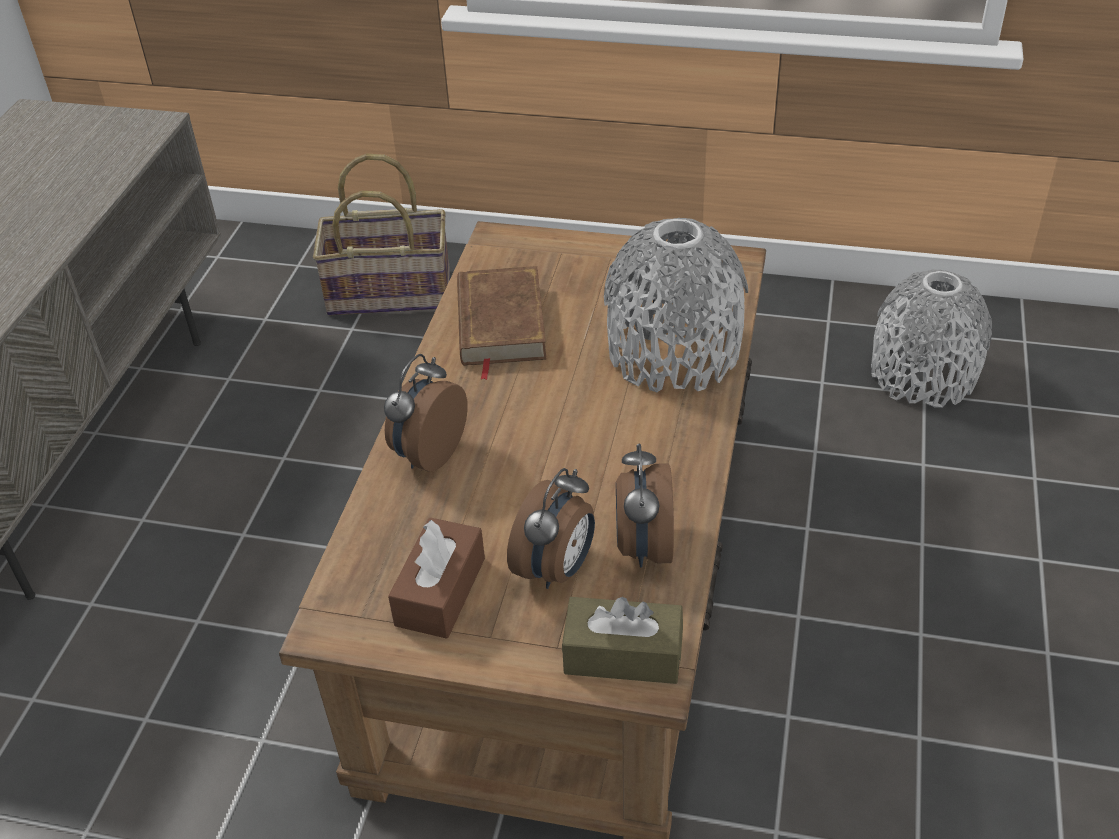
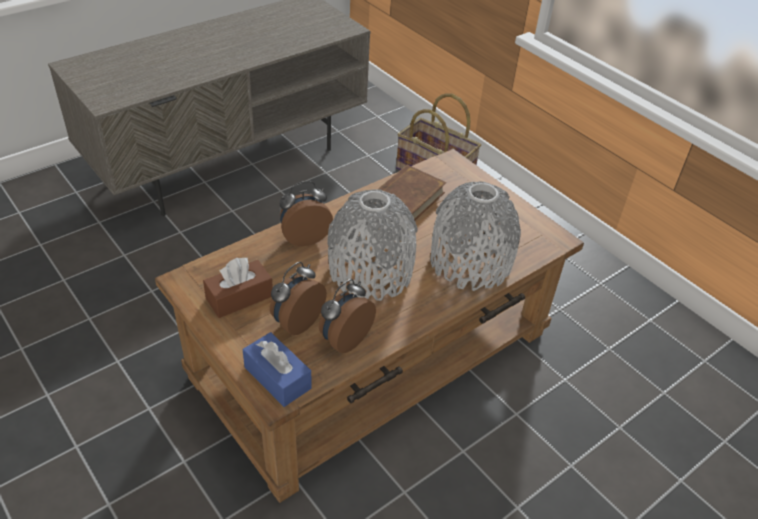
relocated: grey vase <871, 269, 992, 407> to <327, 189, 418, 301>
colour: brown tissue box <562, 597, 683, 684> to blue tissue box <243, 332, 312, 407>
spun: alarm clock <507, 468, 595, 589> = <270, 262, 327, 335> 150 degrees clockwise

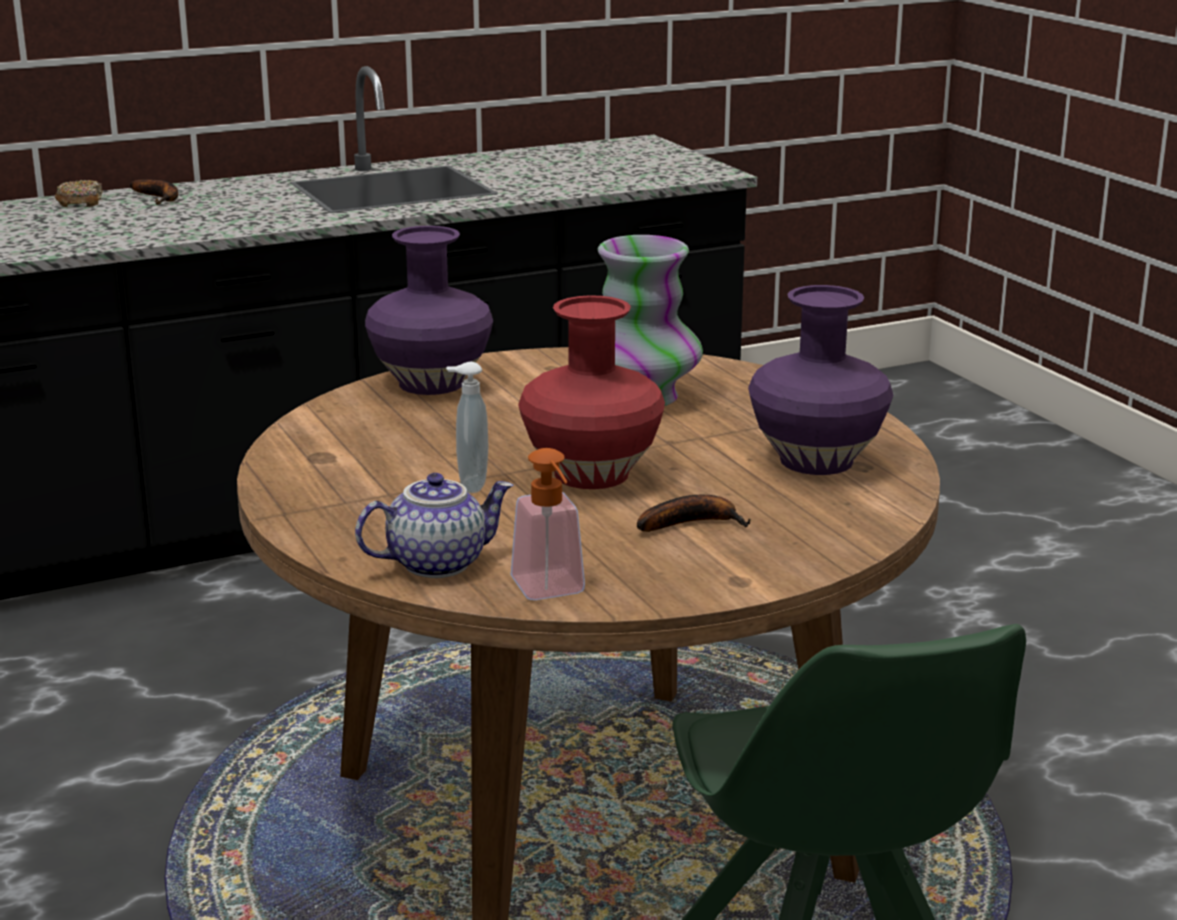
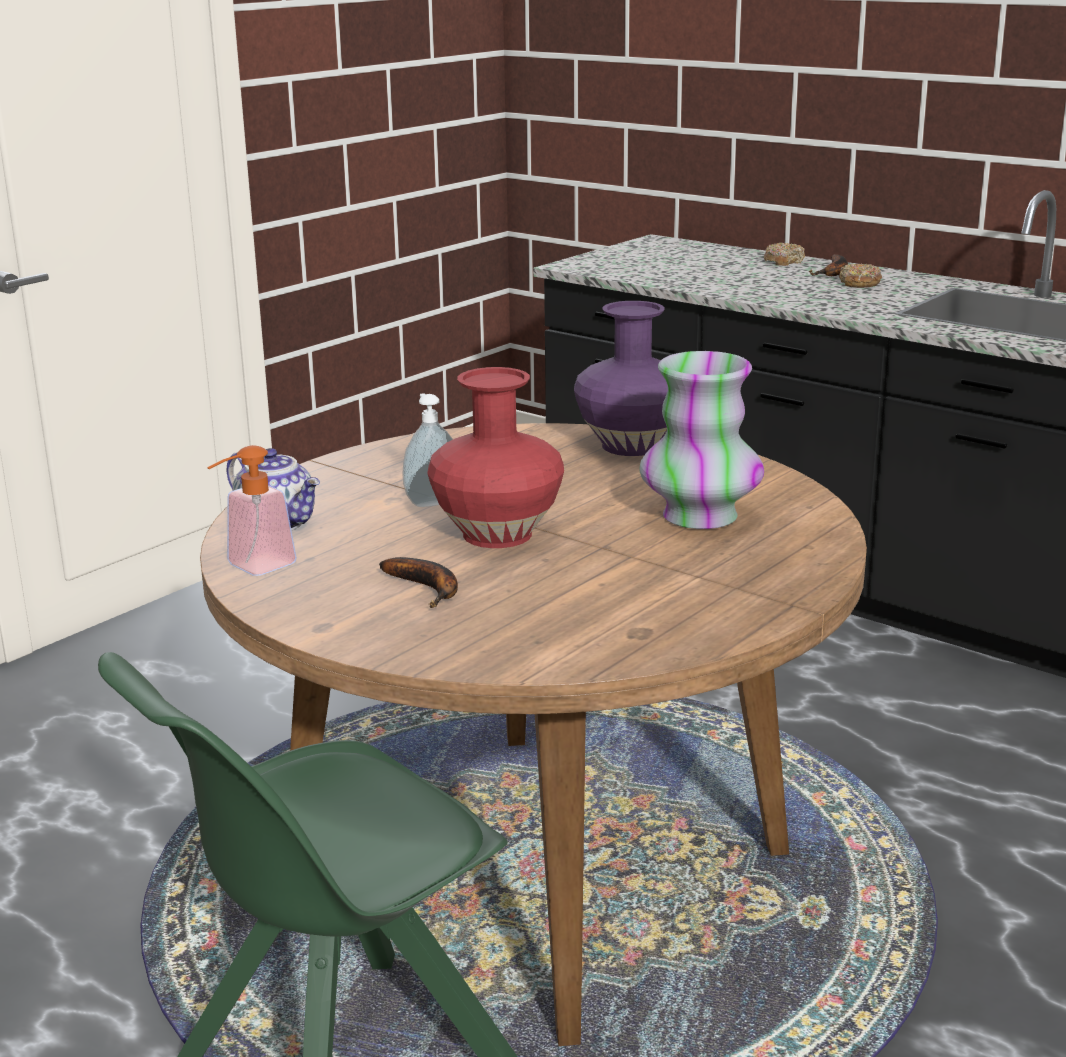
missing: purple vase <748, 285, 893, 475>
appeared: donut <839, 264, 882, 288>

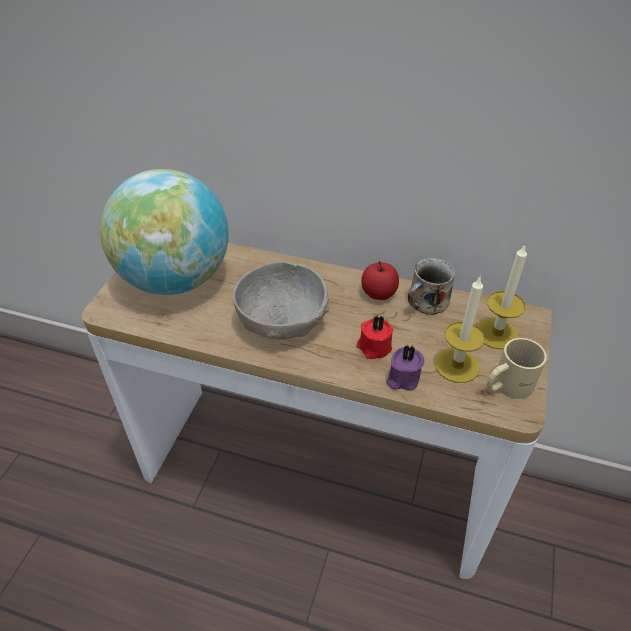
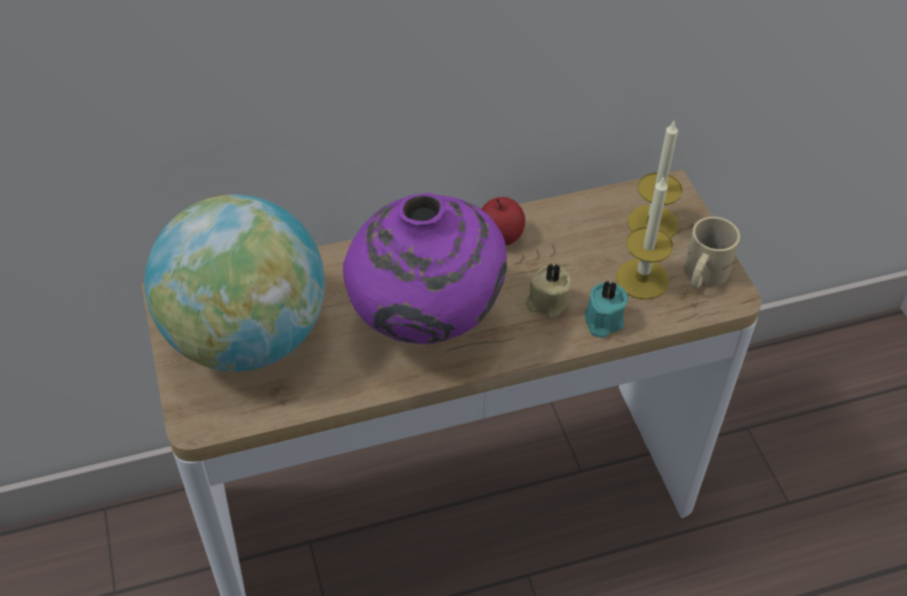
missing: mug <408, 258, 455, 315>
exchanged: grey bowl <233, 261, 329, 339> to purple vase <343, 193, 507, 344>
colour: red candle <357, 316, 393, 359> to beige candle <526, 264, 571, 318>; purple candle <386, 345, 424, 391> to turquoise candle <584, 280, 628, 338>

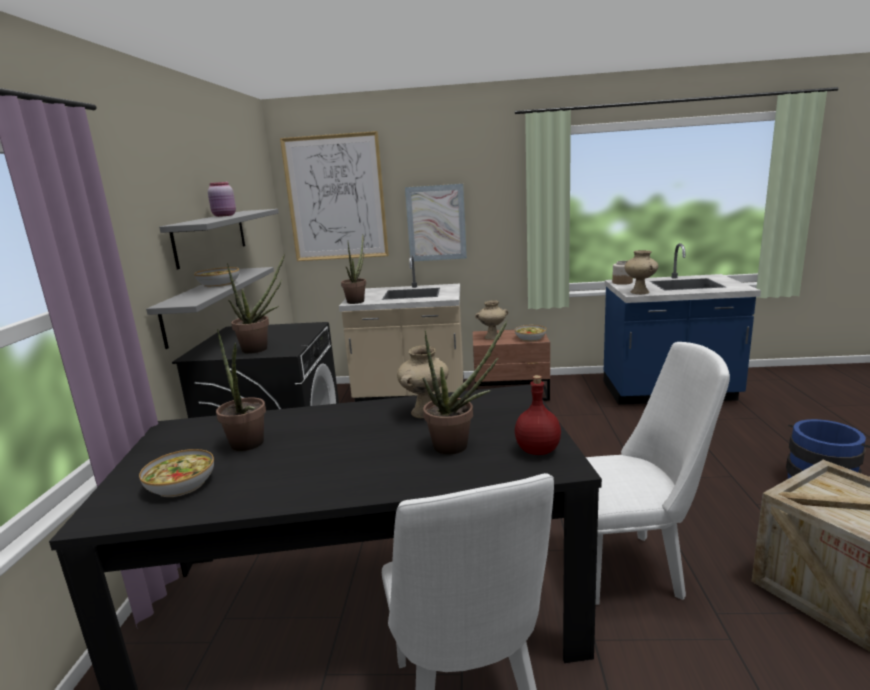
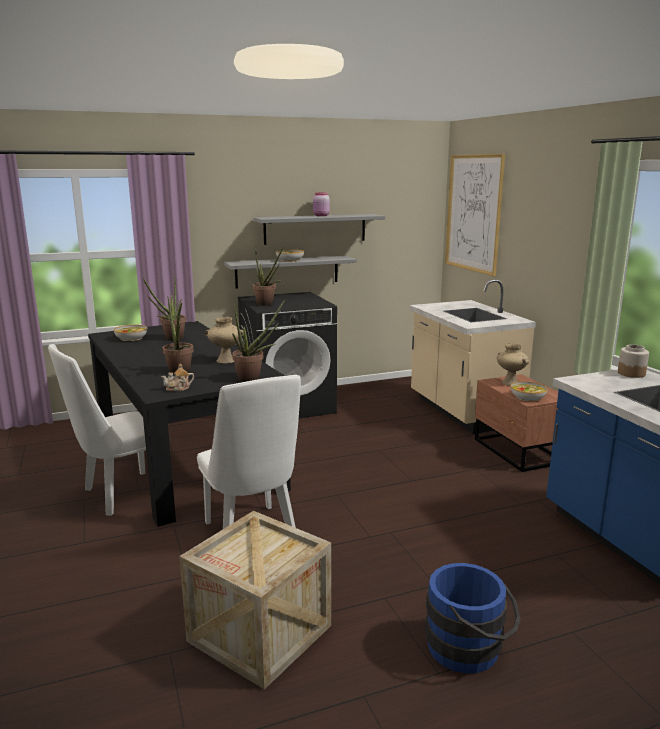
missing: picture <405, 184, 467, 261>; beige vase <624, 250, 658, 294>
relocated: potted plant <341, 235, 366, 304> to <232, 300, 285, 382>
exchanged: red bottle <515, 375, 561, 455> to teapot <161, 364, 194, 391>

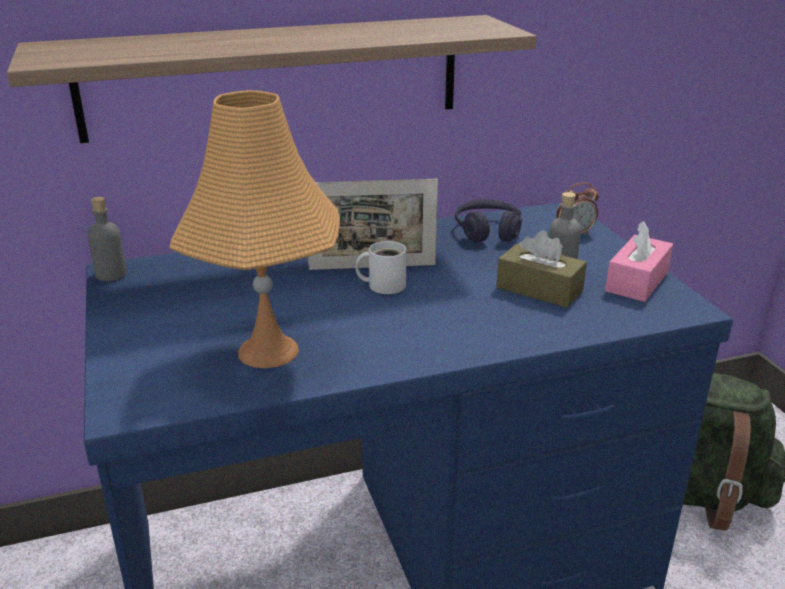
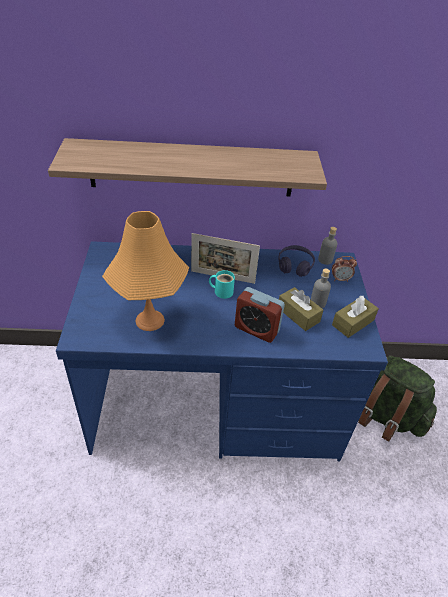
appeared: alarm clock <235, 287, 285, 343>
relocated: grey bottle <87, 197, 127, 281> to <318, 227, 337, 265>
colour: white mug <355, 241, 406, 294> to turquoise mug <209, 270, 235, 299>; pink tissue box <605, 221, 673, 302> to brown tissue box <332, 296, 379, 338>

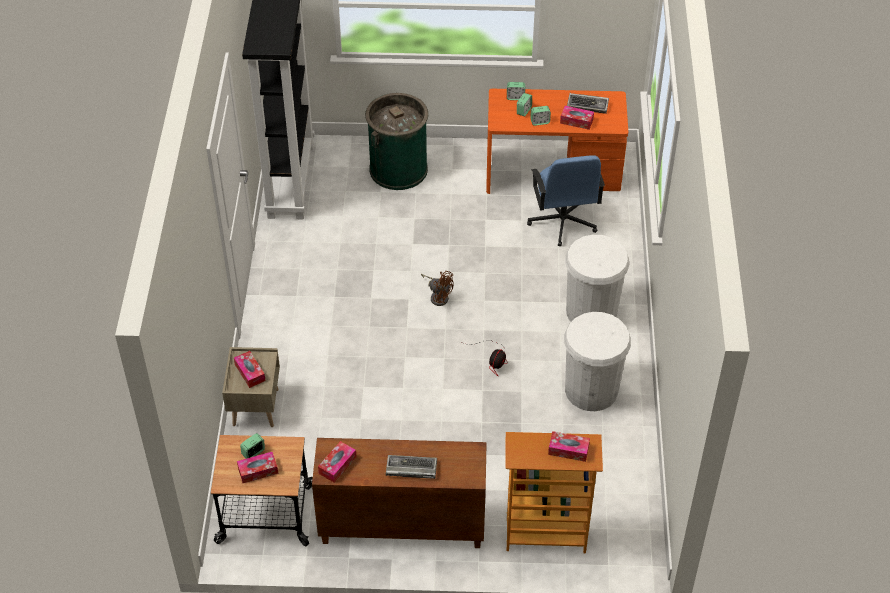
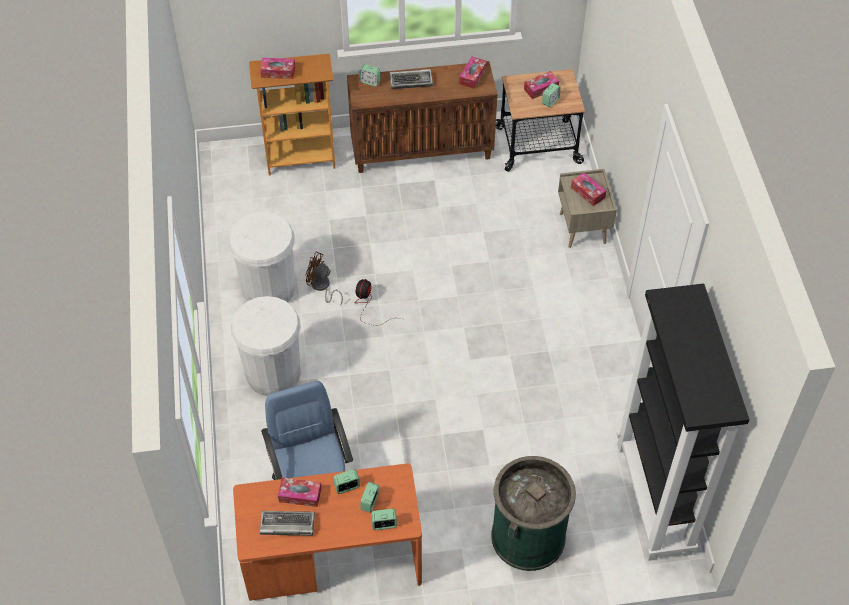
appeared: alarm clock <360, 64, 381, 86>
relocated: brown fan <421, 271, 454, 306> to <306, 252, 343, 305>

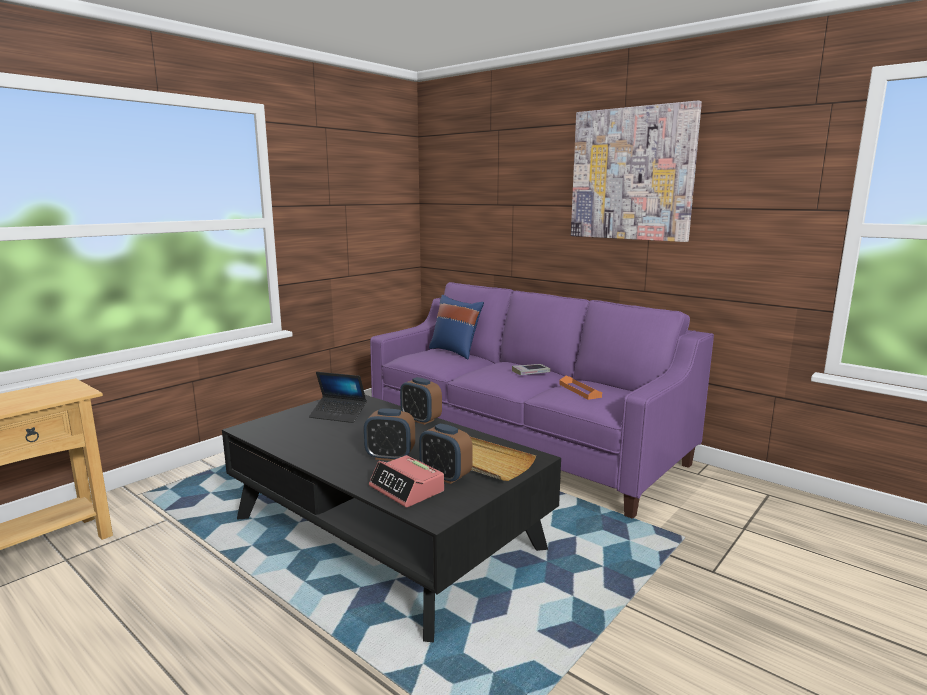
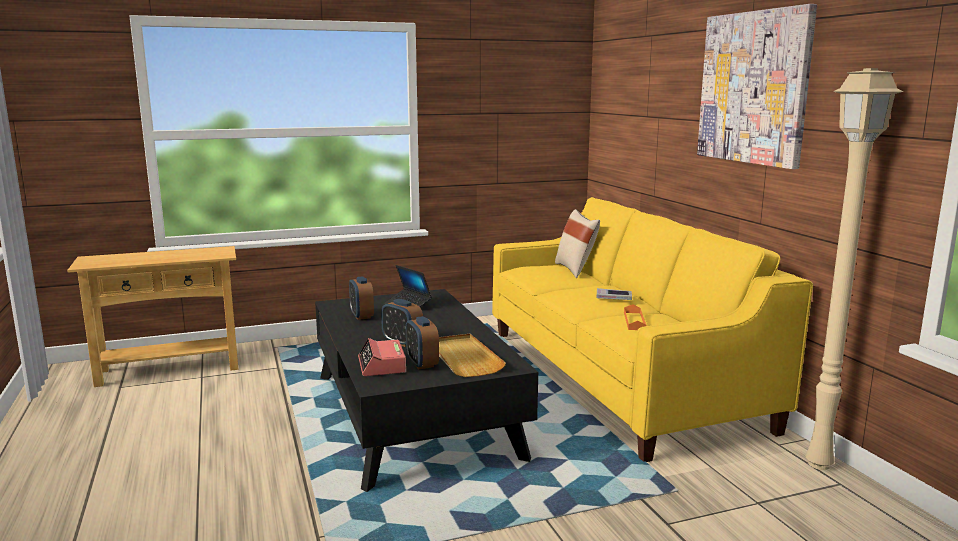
appeared: beige floor lamp <806, 68, 903, 470>
relocated: alarm clock <400, 377, 442, 425> to <349, 276, 374, 320>
colour: purple sofa <370, 282, 714, 519> to yellow sofa <492, 197, 813, 462>; blue pillow <429, 295, 484, 359> to beige pillow <555, 209, 600, 278>

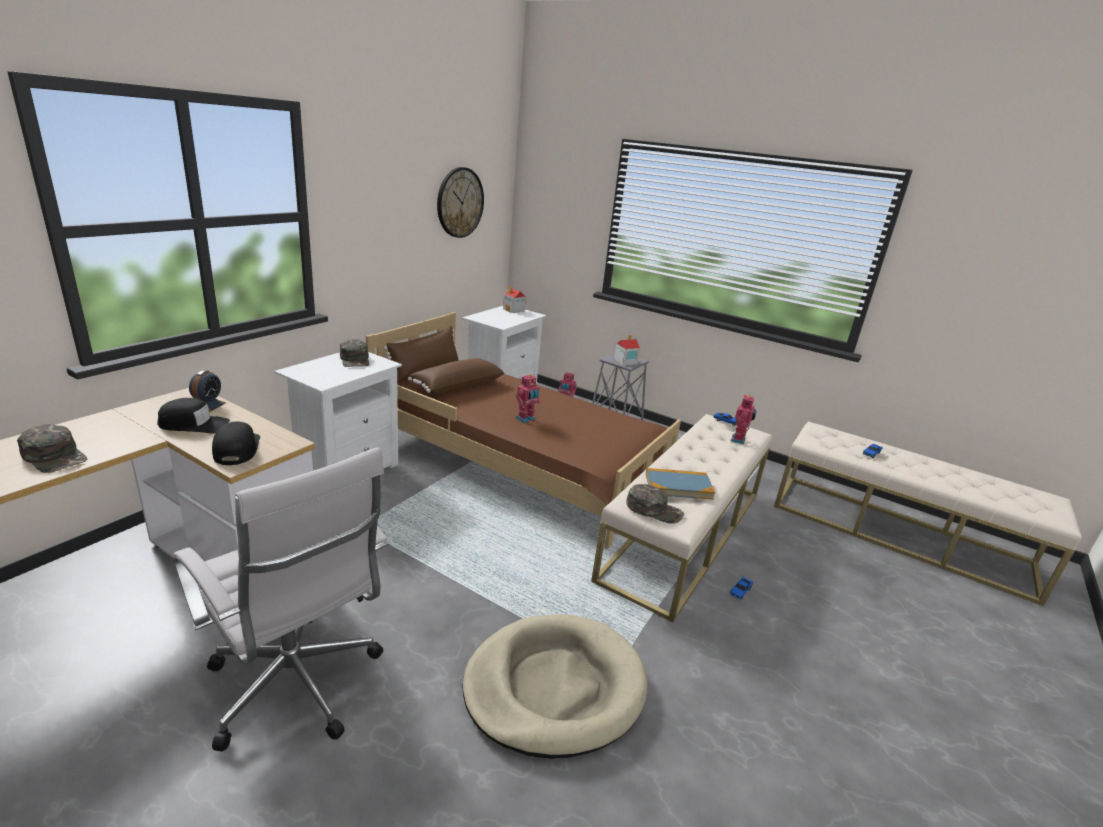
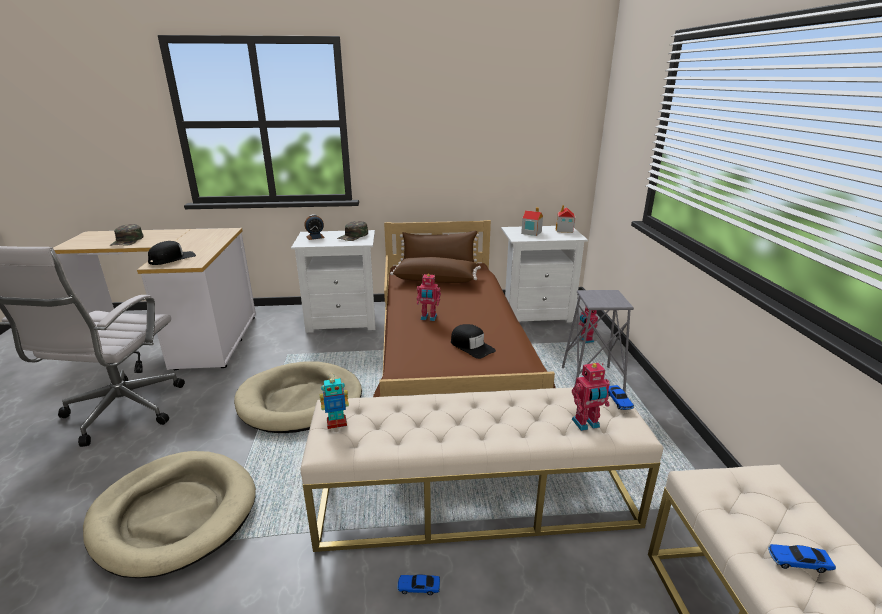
missing: wall clock <437, 167, 484, 238>; book <646, 468, 715, 500>
appeared: beige dog bed <234, 361, 362, 433>
relocated: alarm clock <189, 370, 226, 412> to <304, 214, 325, 240>; black cap <157, 398, 230, 433> to <451, 324, 496, 359>; toy house <614, 334, 640, 365> to <521, 207, 543, 236>
exchanged: green cap <626, 484, 684, 524> to toy robot <320, 374, 349, 429>

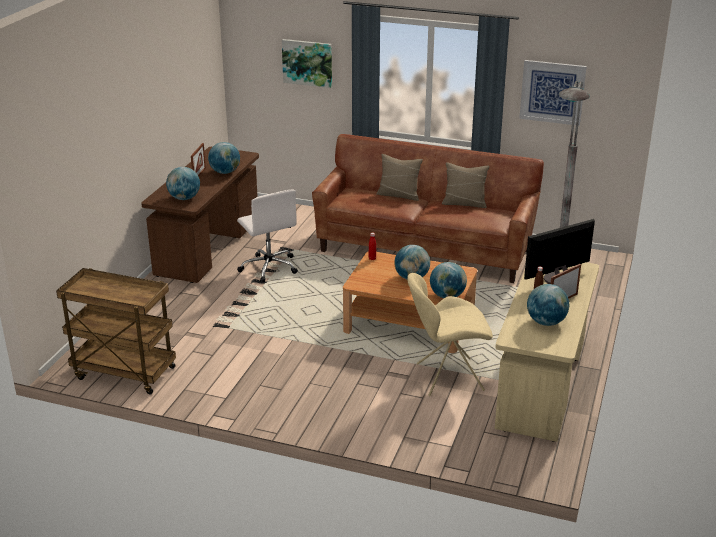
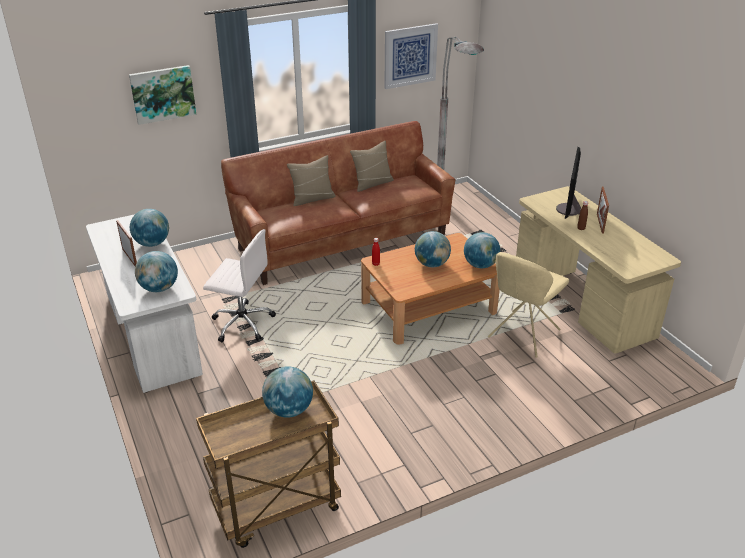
relocated: globe <527, 284, 569, 326> to <262, 366, 313, 418>
colour: brown desk <141, 147, 259, 283> to white desk <86, 214, 203, 393>

